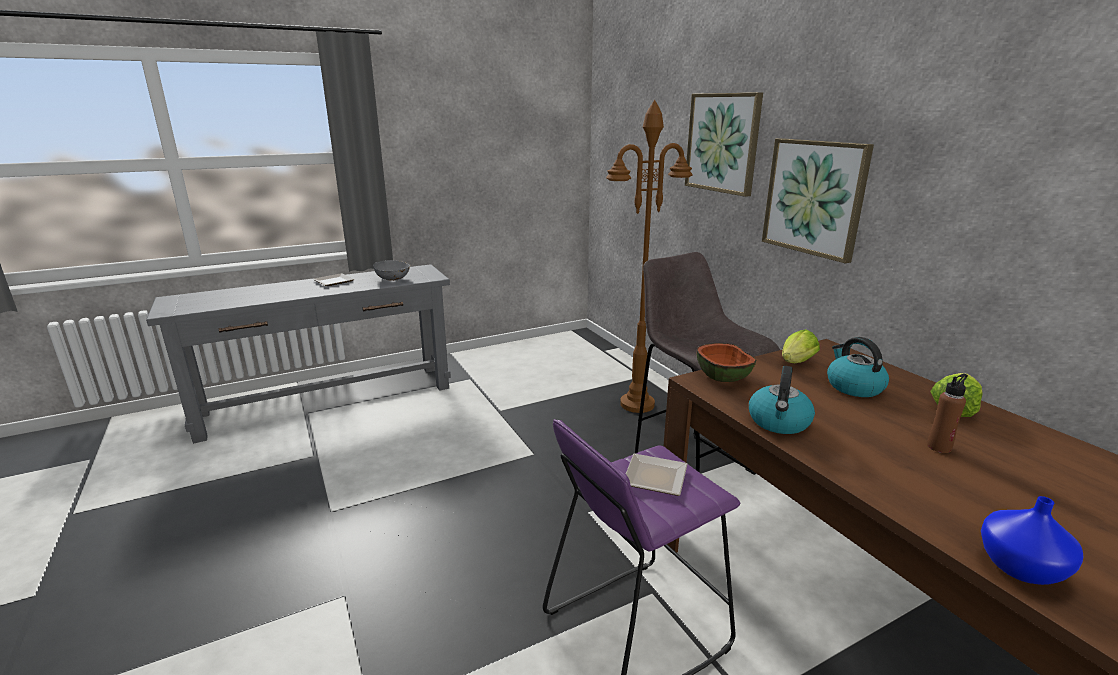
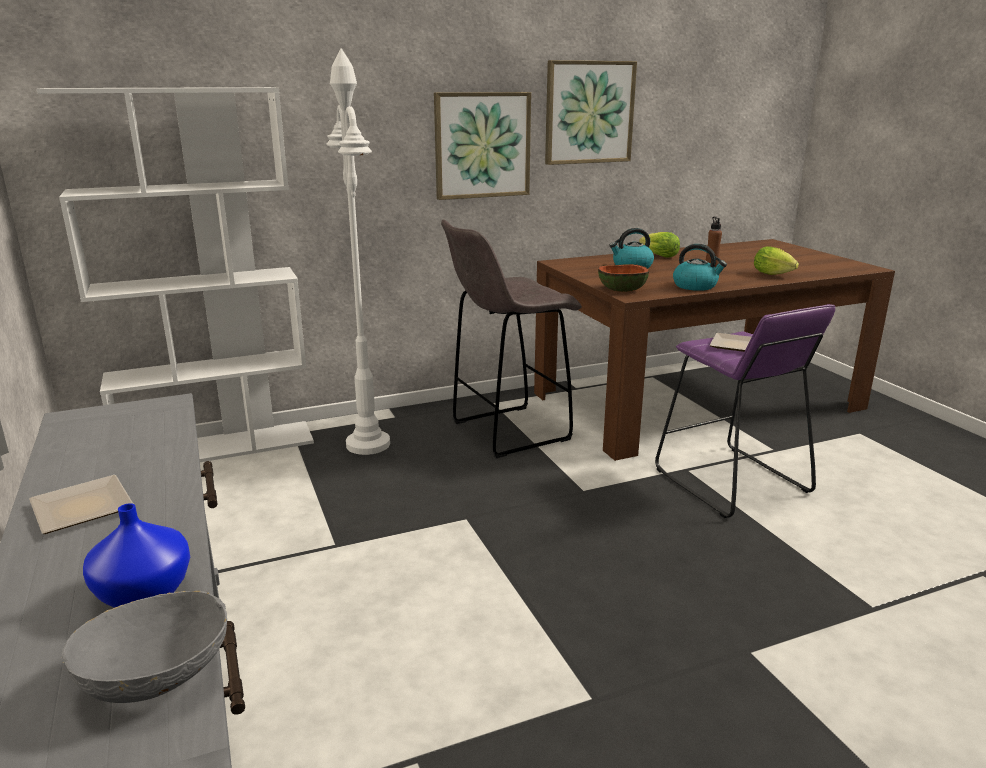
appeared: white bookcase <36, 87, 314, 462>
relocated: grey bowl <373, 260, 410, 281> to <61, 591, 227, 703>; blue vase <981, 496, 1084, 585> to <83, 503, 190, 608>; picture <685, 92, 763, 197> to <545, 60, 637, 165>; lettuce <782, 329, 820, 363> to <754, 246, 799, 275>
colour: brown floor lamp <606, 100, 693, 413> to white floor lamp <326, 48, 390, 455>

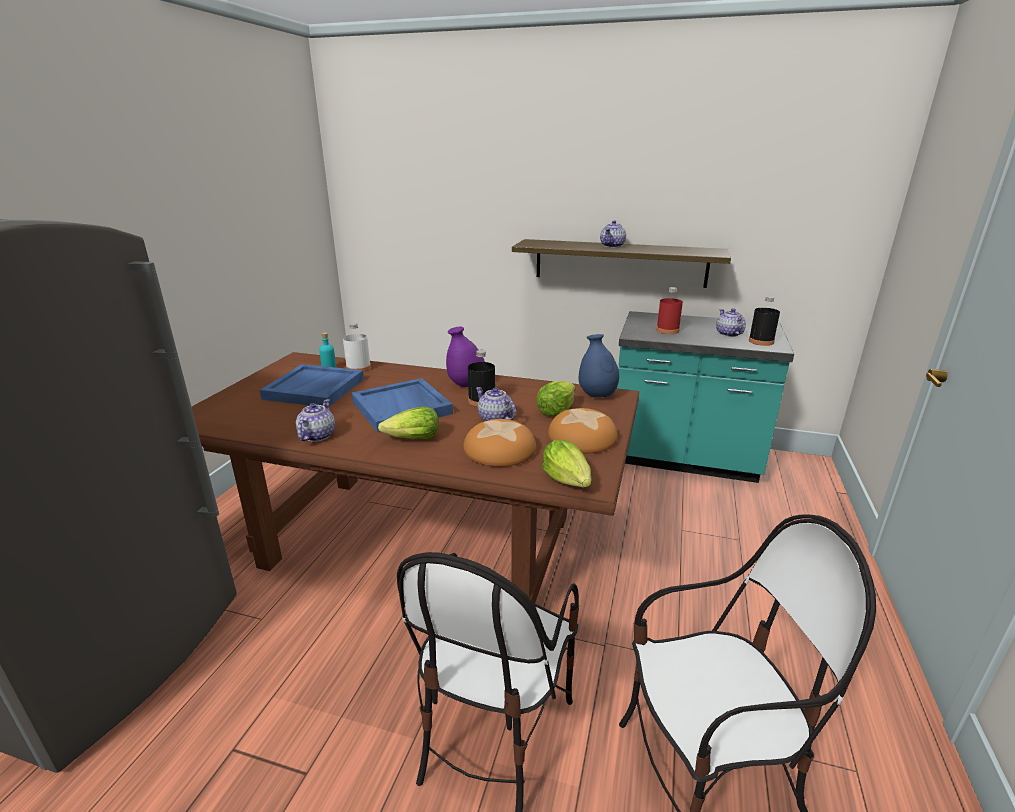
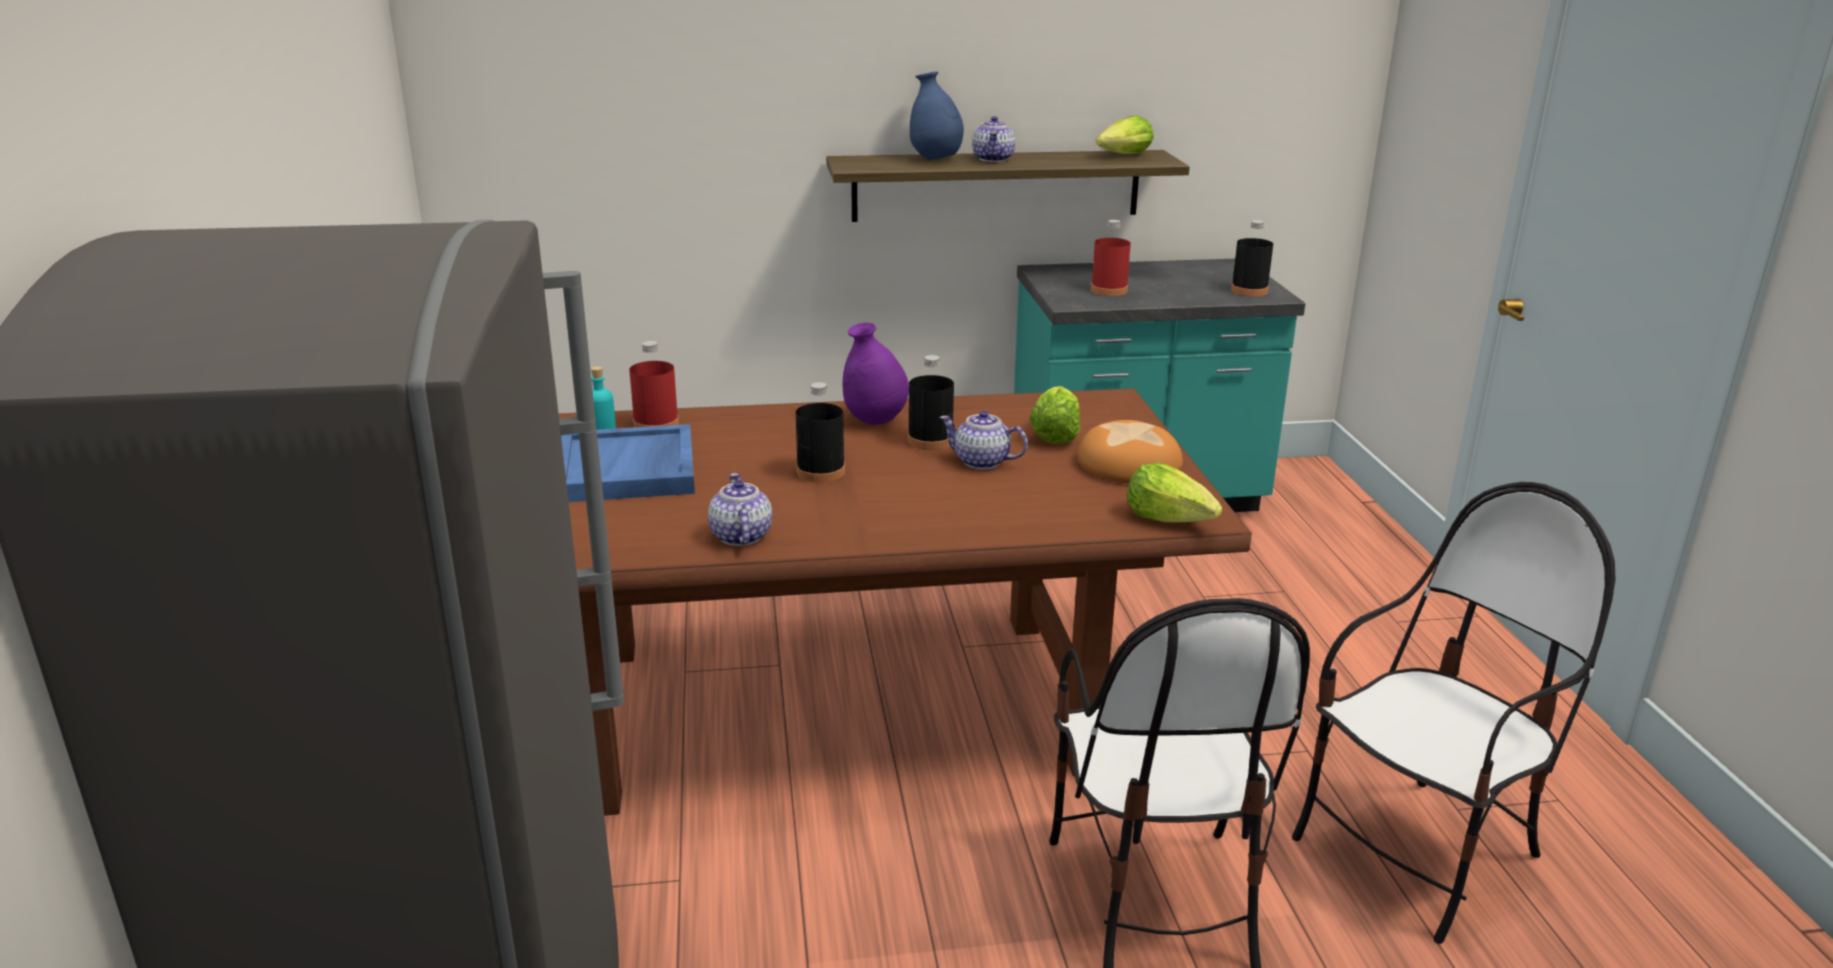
missing: bread <463, 419, 536, 467>; teapot <716, 308, 746, 337>
relocated: blue vase <579, 334, 619, 398> to <910, 71, 964, 160>; lettuce <378, 407, 439, 439> to <1096, 115, 1154, 154>
exchanged: blue tray <352, 378, 453, 433> to black bottle <796, 382, 845, 483>
colour: white bottle <343, 323, 371, 372> to red bottle <629, 341, 679, 427>

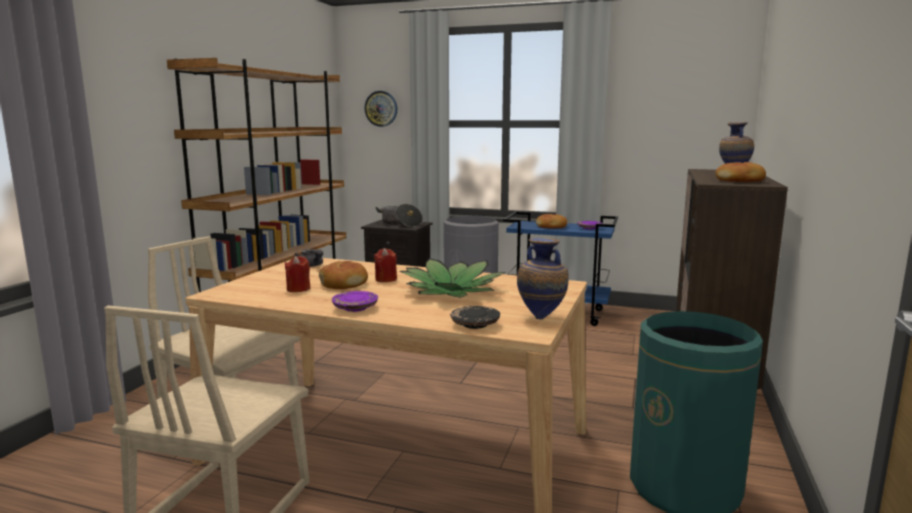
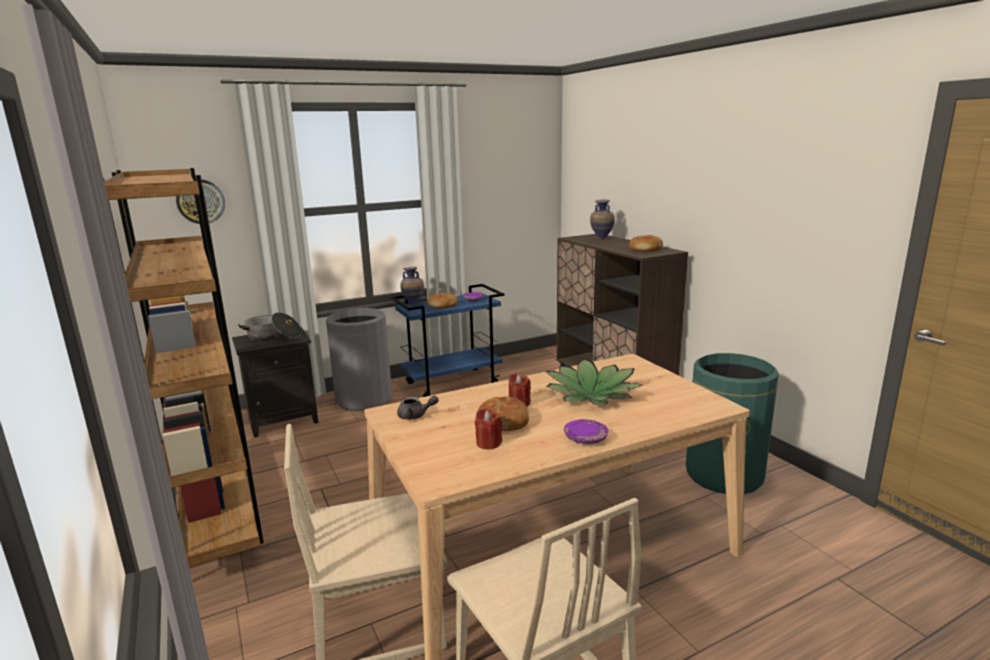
missing: black plate <450, 306, 500, 329>
relocated: vase <517, 238, 569, 320> to <400, 267, 424, 305>

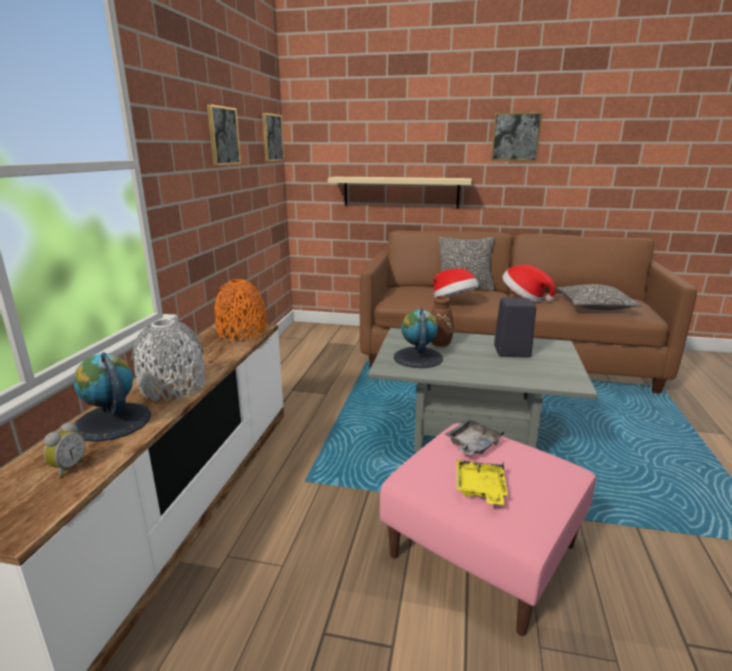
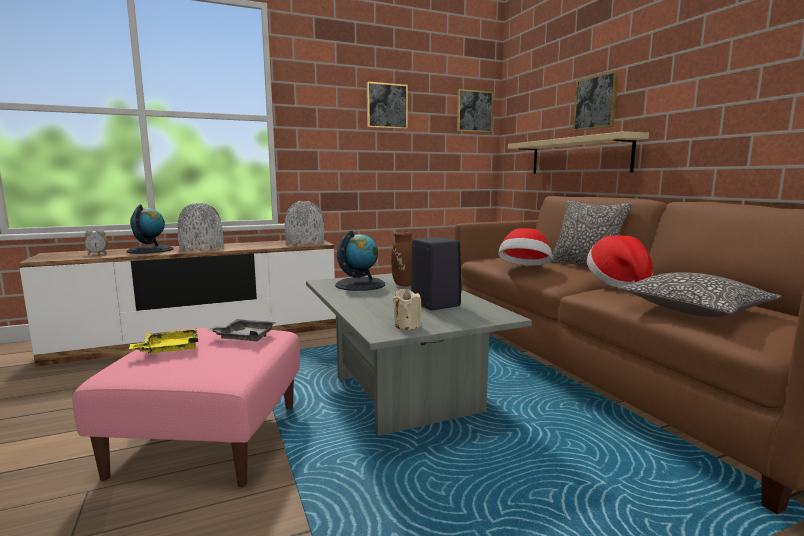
appeared: beige candle <393, 289, 422, 330>
relocated: picture <491, 112, 543, 161> to <573, 70, 619, 131>
colour: orange vase <215, 279, 266, 341> to grey vase <284, 201, 325, 246>

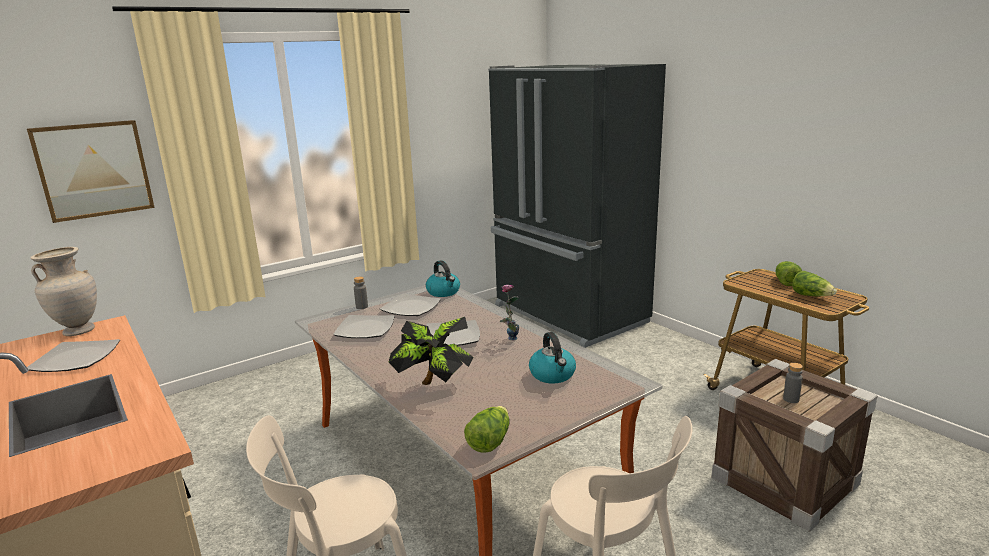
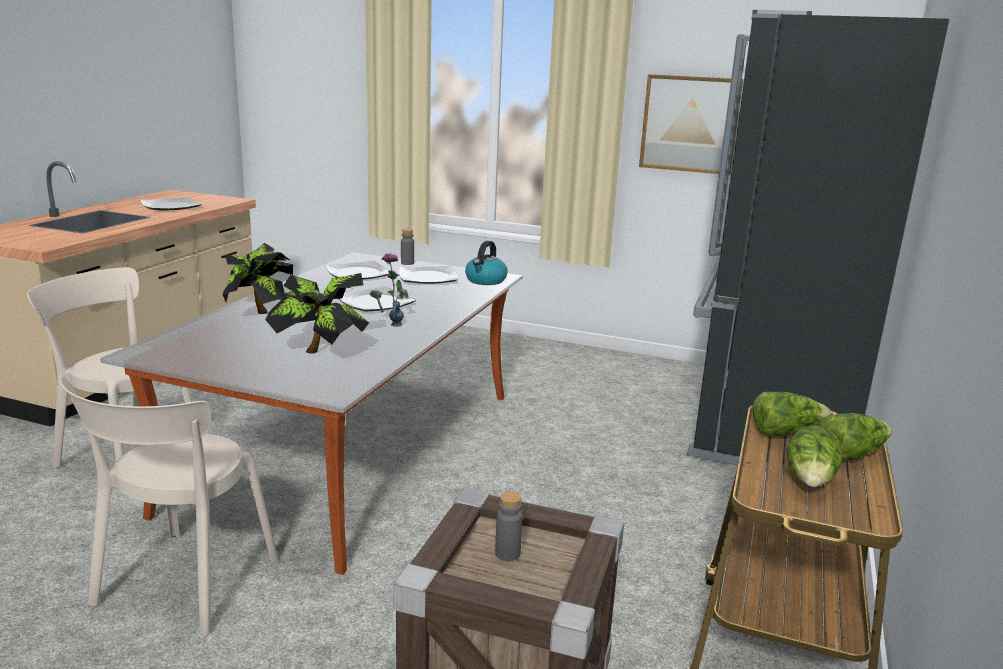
missing: beige vase <30, 247, 97, 336>
relocated: picture <27, 120, 155, 223> to <639, 74, 743, 175>; lettuce <464, 406, 510, 453> to <753, 392, 830, 436>
exchanged: kettle <529, 332, 576, 383> to potted plant <265, 273, 369, 354>

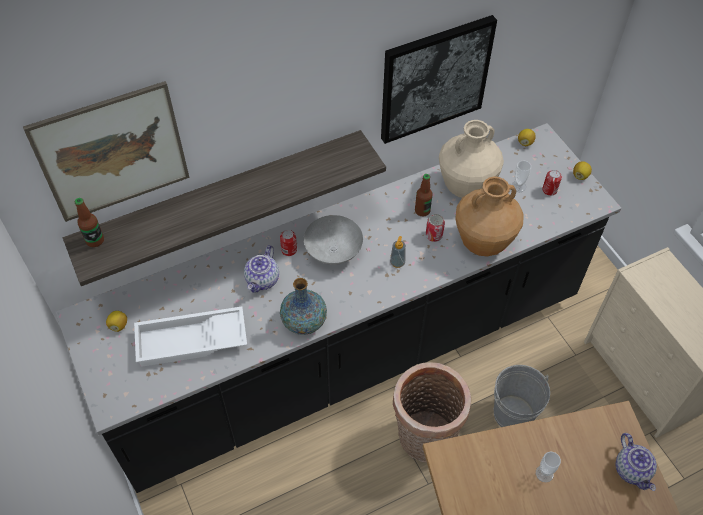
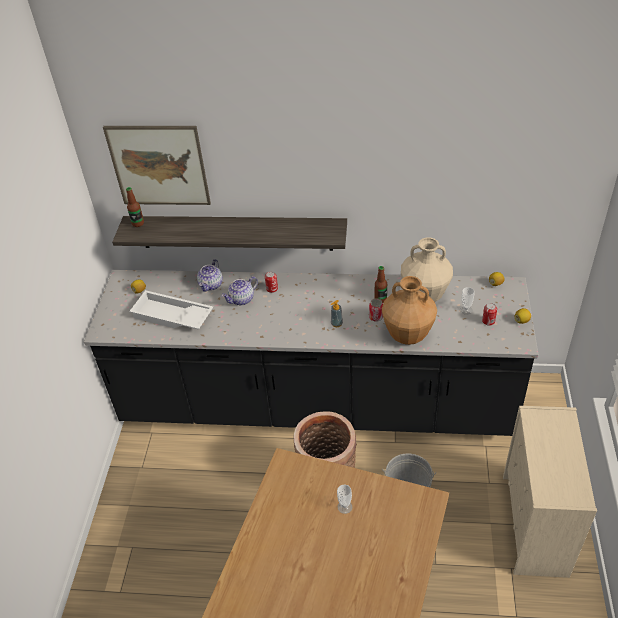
missing: vase <280, 278, 327, 335>; grey bowl <304, 215, 363, 265>; picture <381, 15, 497, 144>
relocated: teapot <616, 433, 657, 491> to <197, 259, 223, 292>

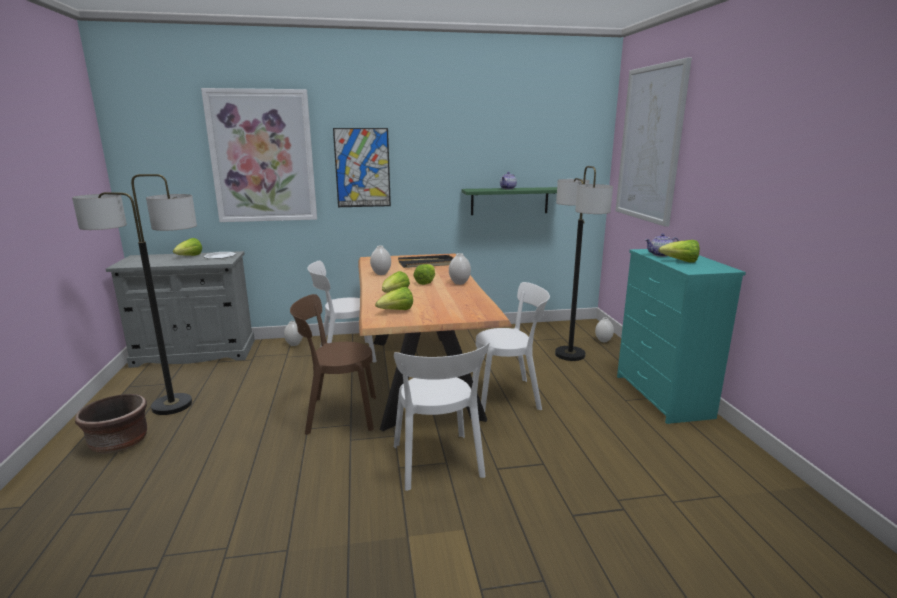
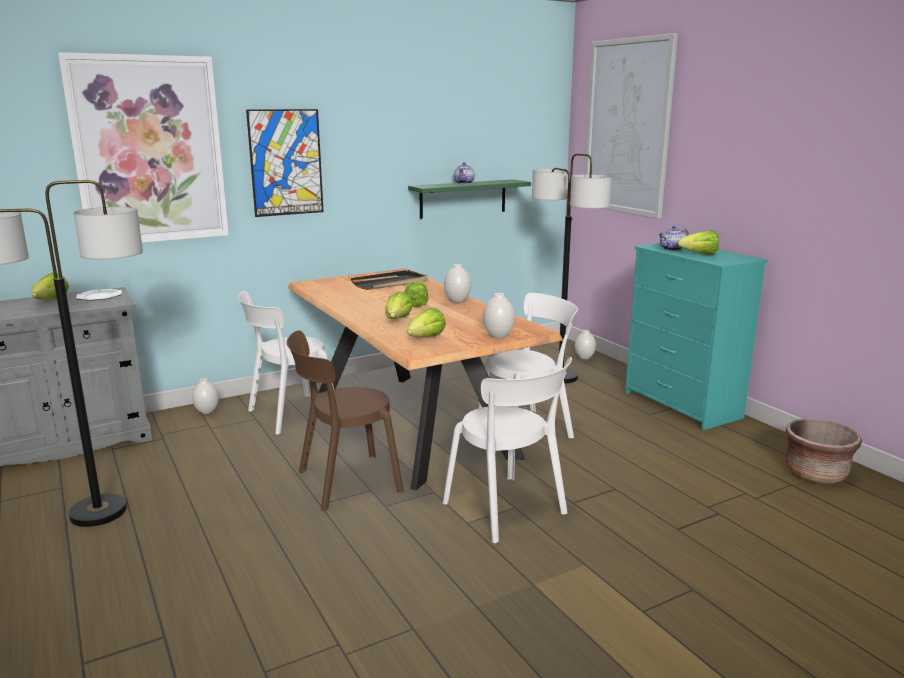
relocated: white vase <370, 246, 391, 275> to <483, 293, 515, 338>; brown planter <75, 394, 147, 454> to <786, 418, 862, 484>

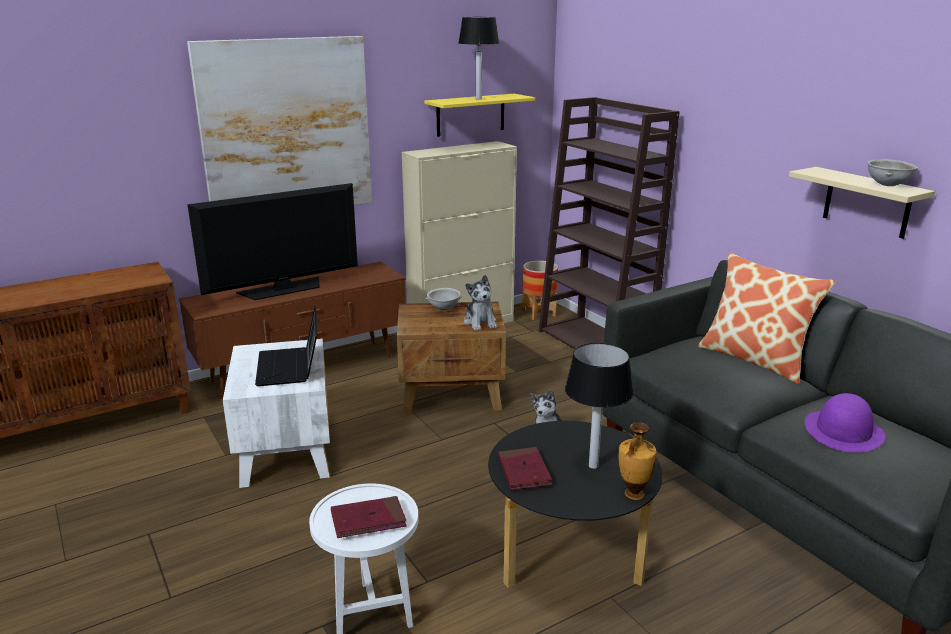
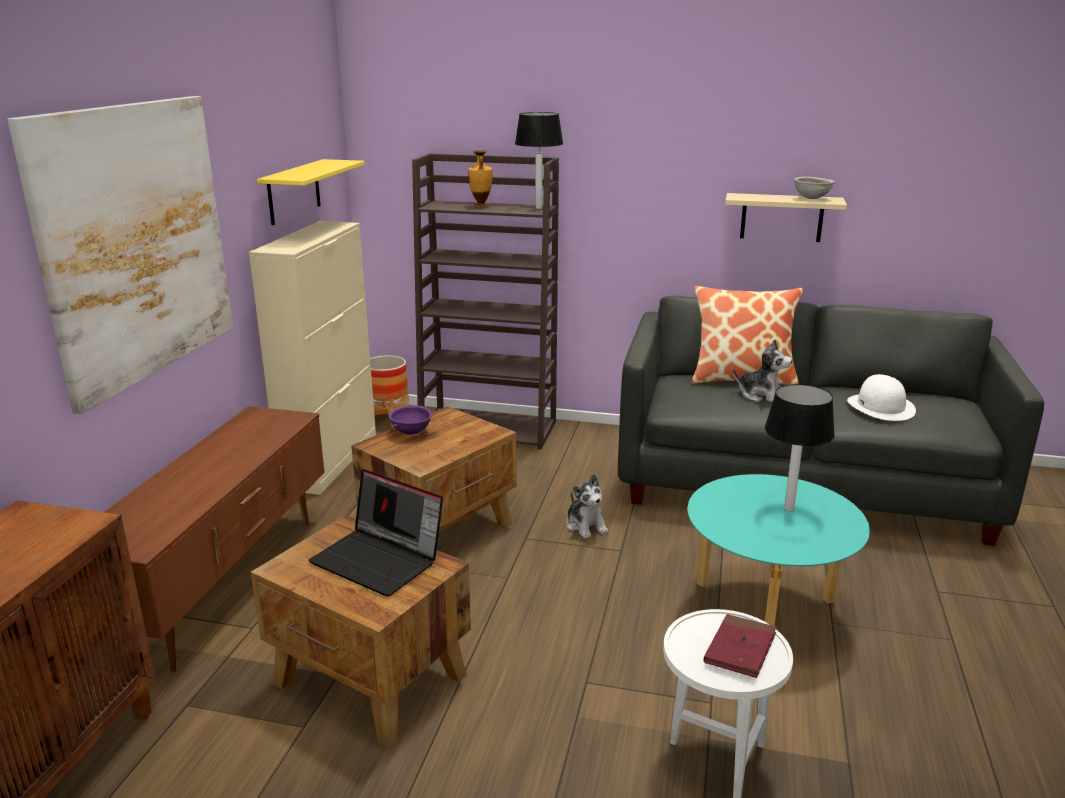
missing: television <187, 183, 358, 300>; red book <498, 447, 552, 490>
relocated: vase <618, 422, 656, 500> to <468, 150, 493, 207>; table lamp <459, 17, 499, 100> to <515, 112, 563, 209>; plush toy <464, 275, 497, 331> to <733, 339, 792, 402>
colour: white side table <223, 339, 330, 488> to brown side table <251, 515, 471, 748>; grey bowl <426, 288, 462, 310> to purple bowl <389, 405, 432, 435>; black coffee table <488, 421, 663, 588> to turquoise coffee table <687, 474, 870, 626>; purple hat <805, 393, 886, 453> to white hat <847, 374, 916, 421>

